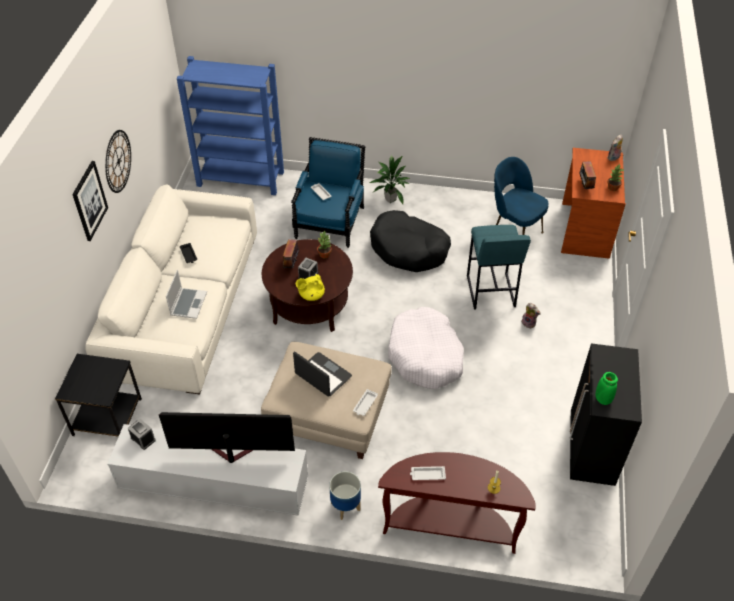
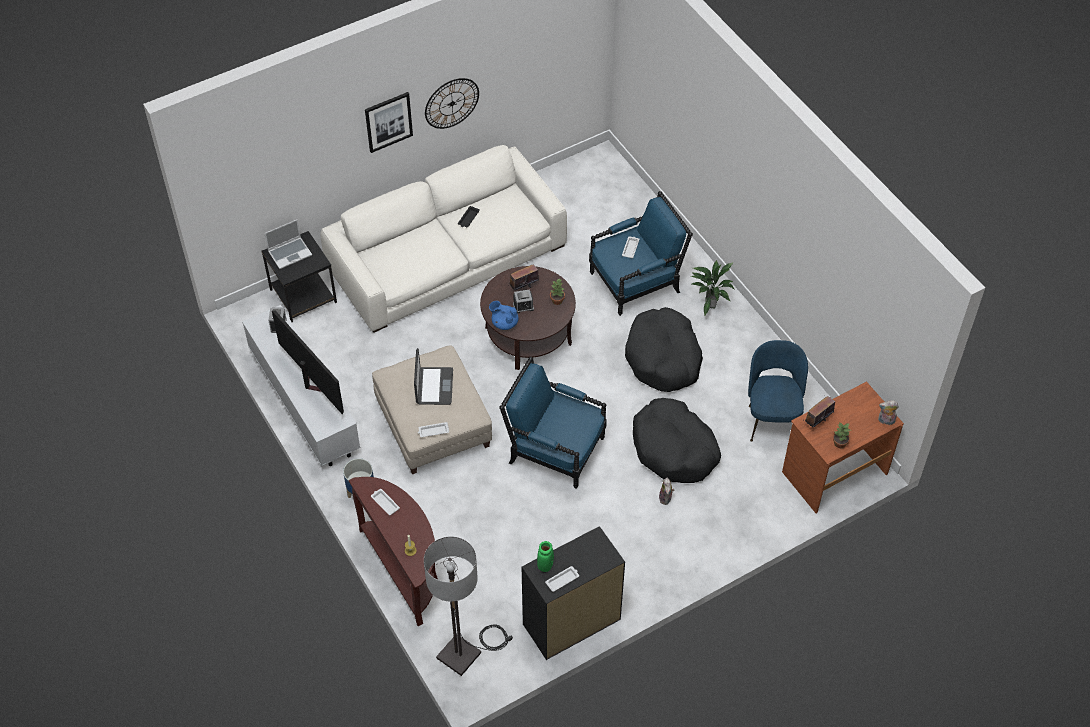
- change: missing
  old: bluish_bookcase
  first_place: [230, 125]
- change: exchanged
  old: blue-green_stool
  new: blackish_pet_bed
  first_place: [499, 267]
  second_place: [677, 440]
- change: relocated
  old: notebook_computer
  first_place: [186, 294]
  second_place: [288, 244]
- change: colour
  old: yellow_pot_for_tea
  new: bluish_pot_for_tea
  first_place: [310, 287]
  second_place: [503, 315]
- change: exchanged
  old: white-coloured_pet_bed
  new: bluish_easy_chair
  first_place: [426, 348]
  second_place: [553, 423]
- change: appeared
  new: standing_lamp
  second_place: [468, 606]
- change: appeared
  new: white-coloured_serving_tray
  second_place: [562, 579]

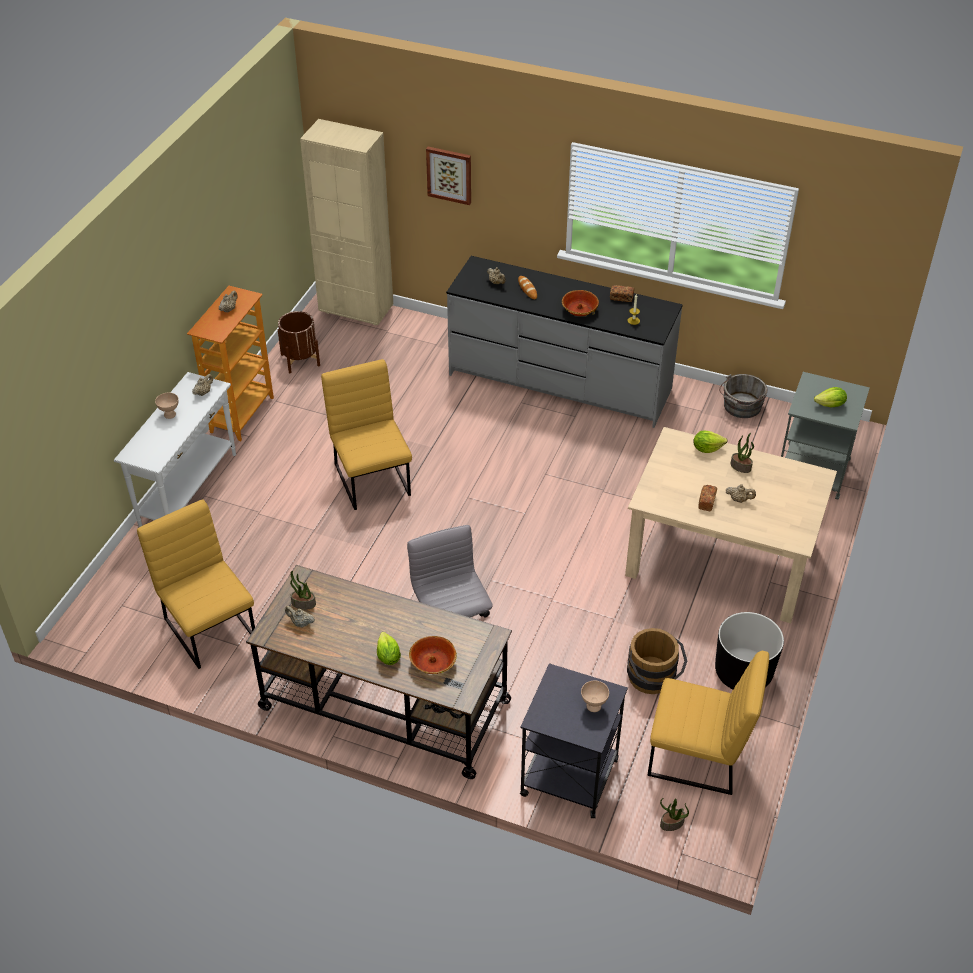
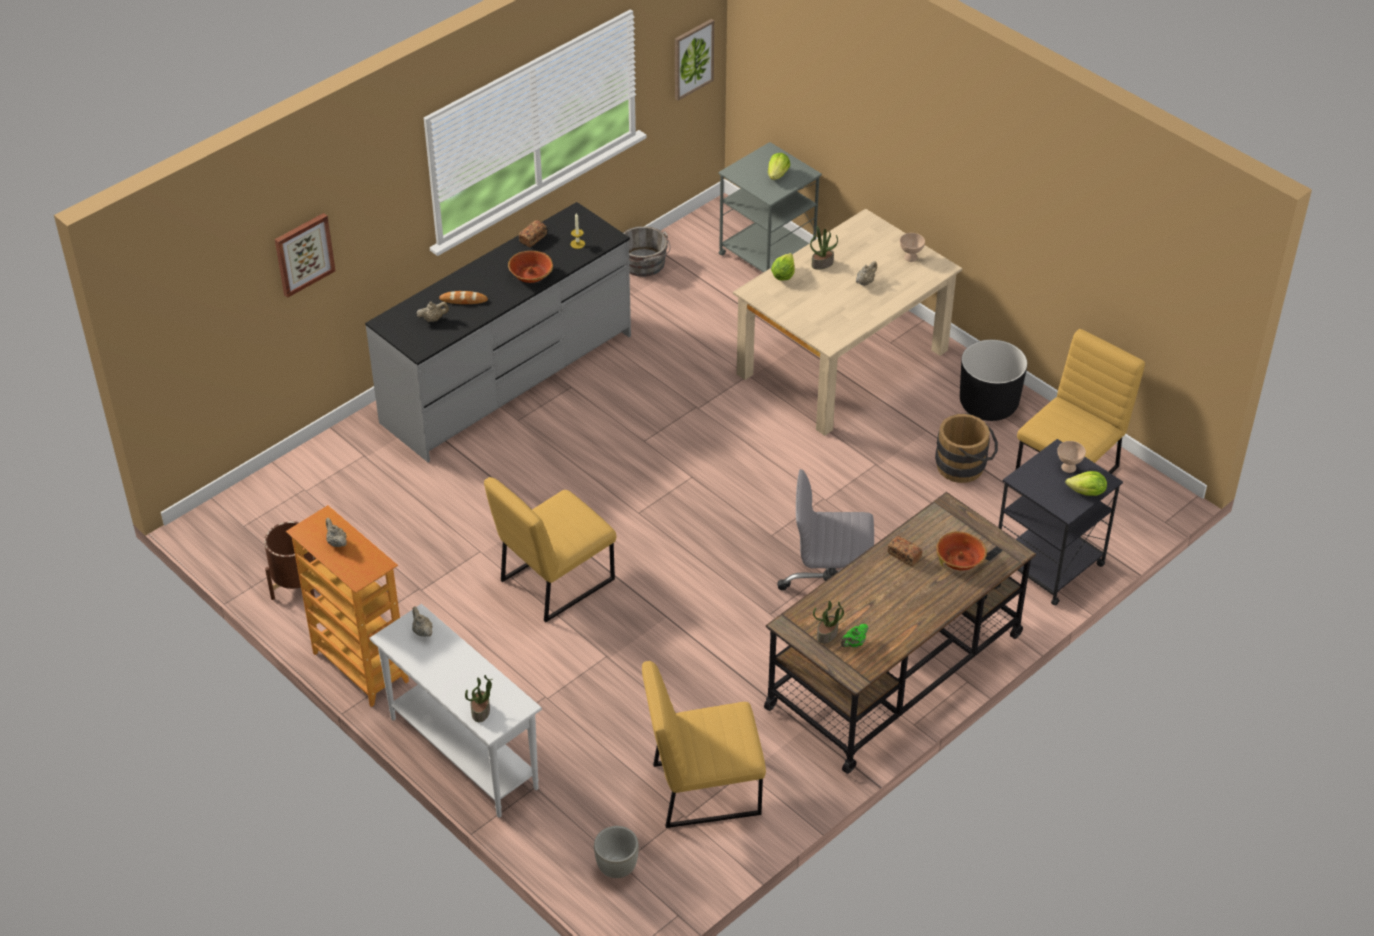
- change: missing
  old: beige_cupboard
  first_place: [346, 222]
- change: spun
  old: yellow_chair
  first_place: [366, 434]
  second_place: [550, 549]
  degrees: -45
- change: relocated
  old: beige_deep_dish
  first_place: [167, 406]
  second_place: [912, 247]
- change: relocated
  old: baked_bread
  first_place: [707, 498]
  second_place: [905, 551]
- change: colour
  old: beige_pot_for_tea
  new: green_pot_for_tea
  first_place: [300, 616]
  second_place: [854, 635]
- change: relocated
  old: head_of_lettuce
  first_place: [389, 648]
  second_place: [1086, 483]
- change: relocated
  old: plant_in_a_pot
  first_place: [674, 814]
  second_place: [478, 698]
- change: appeared
  new: wall_art
  second_place: [694, 59]
- change: appeared
  new: grey_flower_pot
  second_place: [616, 852]

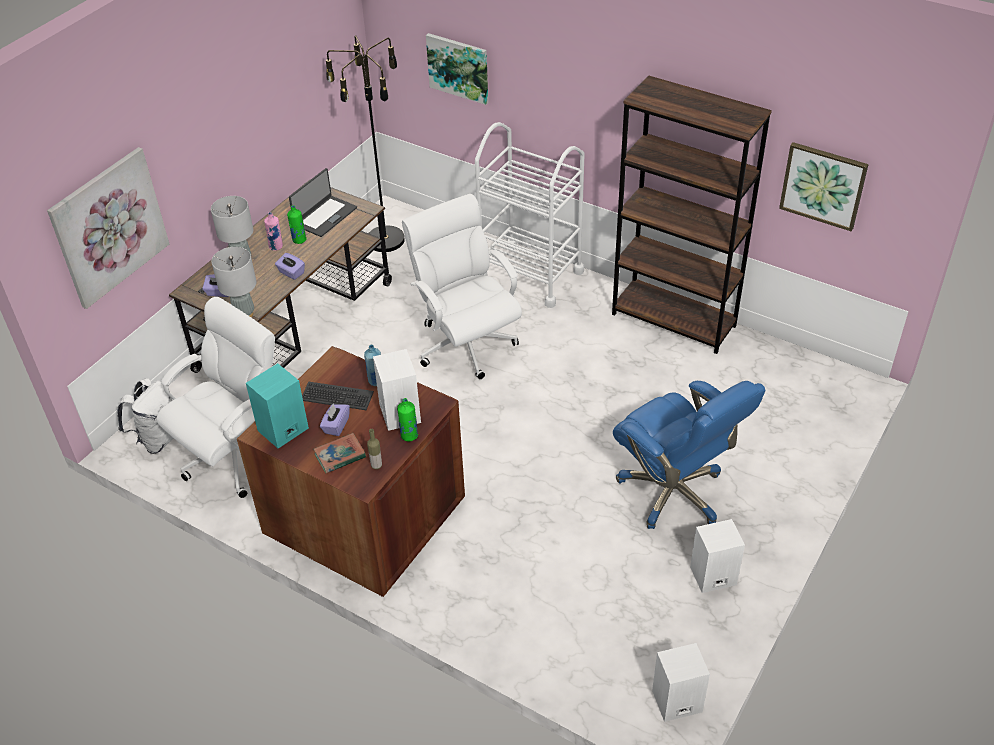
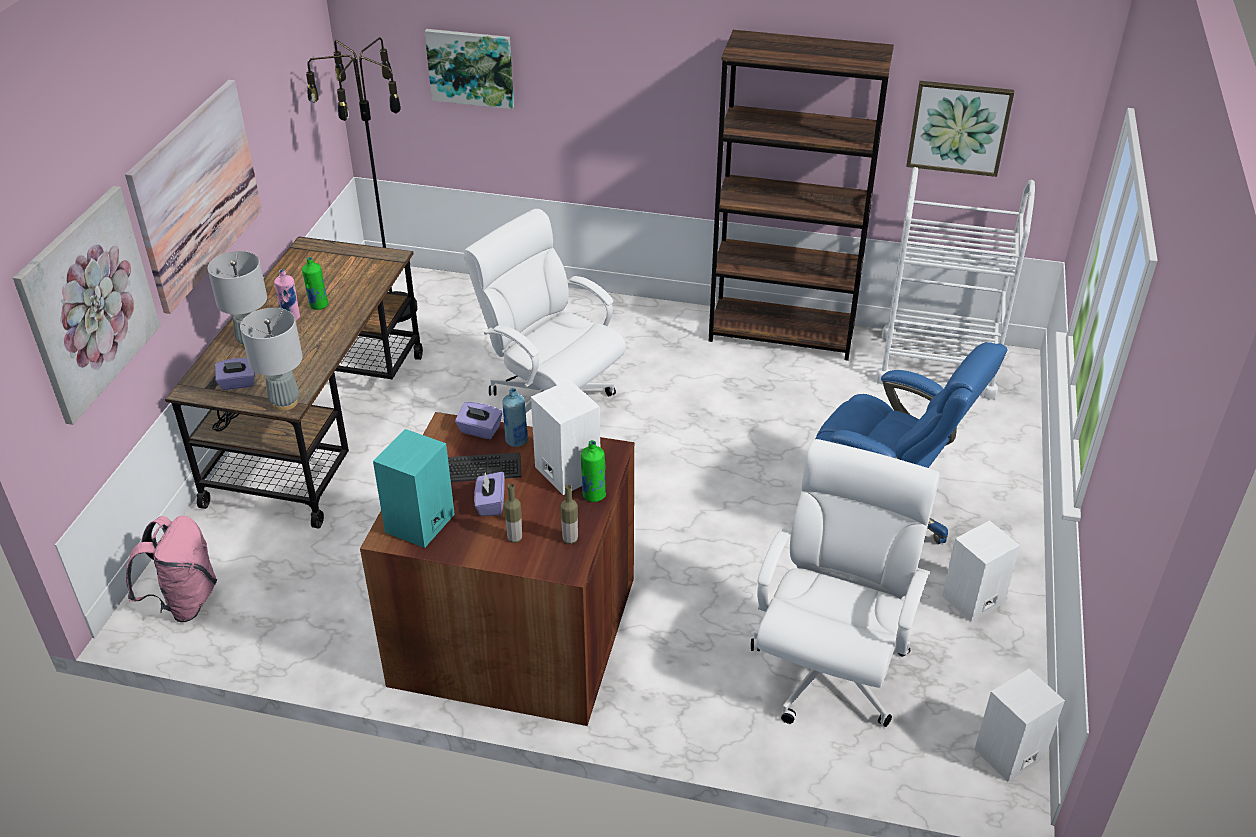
- change: relocated
  old: white-coloured_trolley
  first_place: [530, 215]
  second_place: [955, 283]
- change: missing
  old: notebook_computer
  first_place: [323, 202]
- change: relocated
  old: purplish_tissue_holder
  first_place: [290, 266]
  second_place: [478, 420]
- change: relocated
  old: white-coloured_desk_chair
  first_place: [216, 397]
  second_place: [845, 583]
- change: colour
  old: white-coloured_rucksack
  new: pinkish_rucksack
  first_place: [145, 416]
  second_place: [171, 569]
- change: exchanged
  old: book
  new: bottle
  first_place: [339, 453]
  second_place: [513, 513]
- change: appeared
  new: wall_art
  second_place: [193, 197]

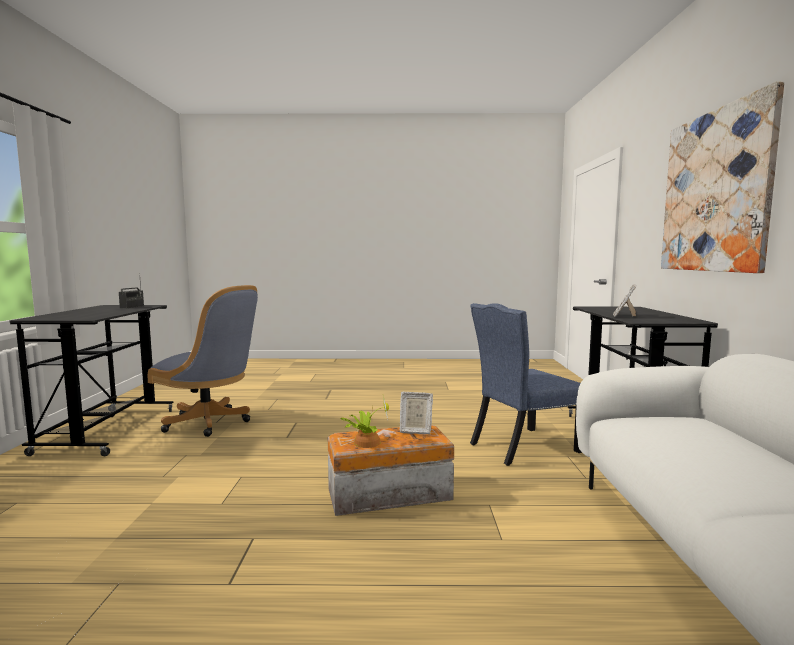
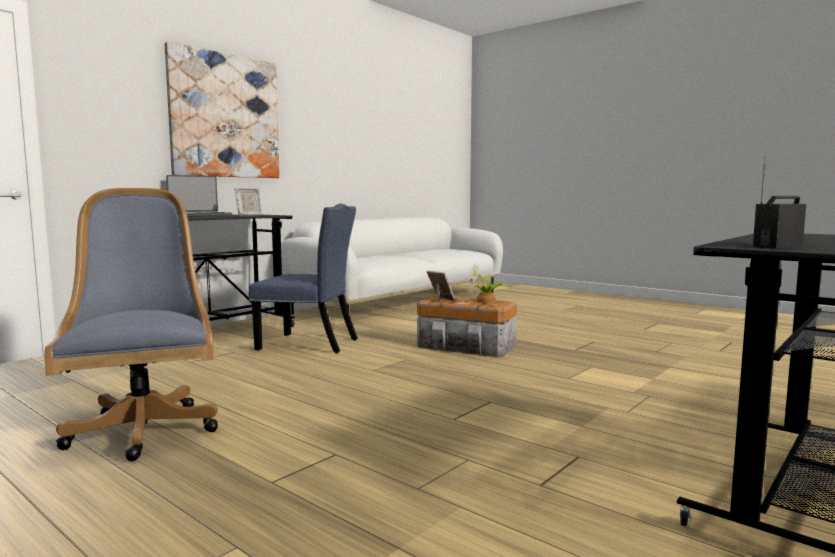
- change: relocated
  old: bluish_desk_chair
  first_place: [202, 361]
  second_place: [131, 324]
- change: appeared
  new: notebook_computer
  second_place: [199, 196]

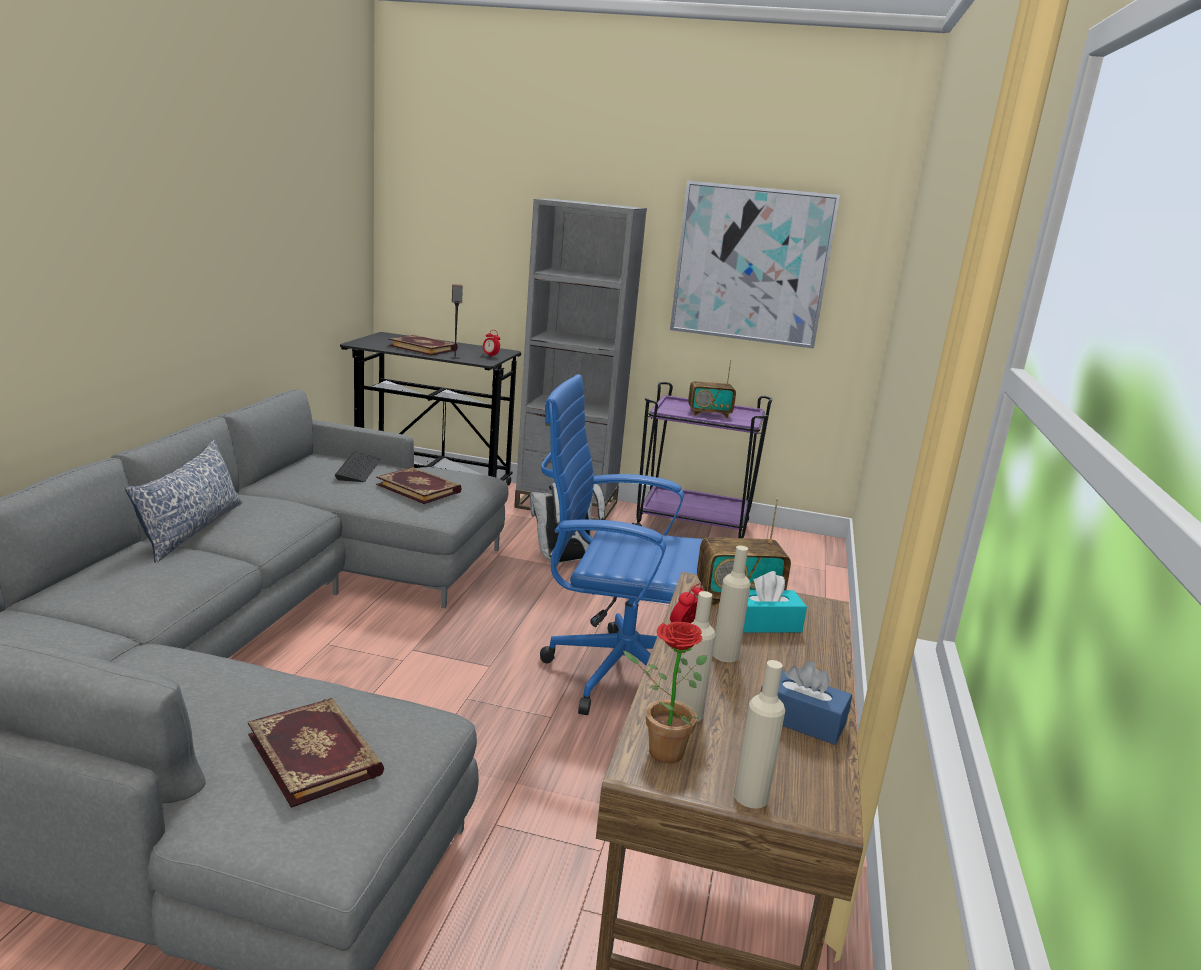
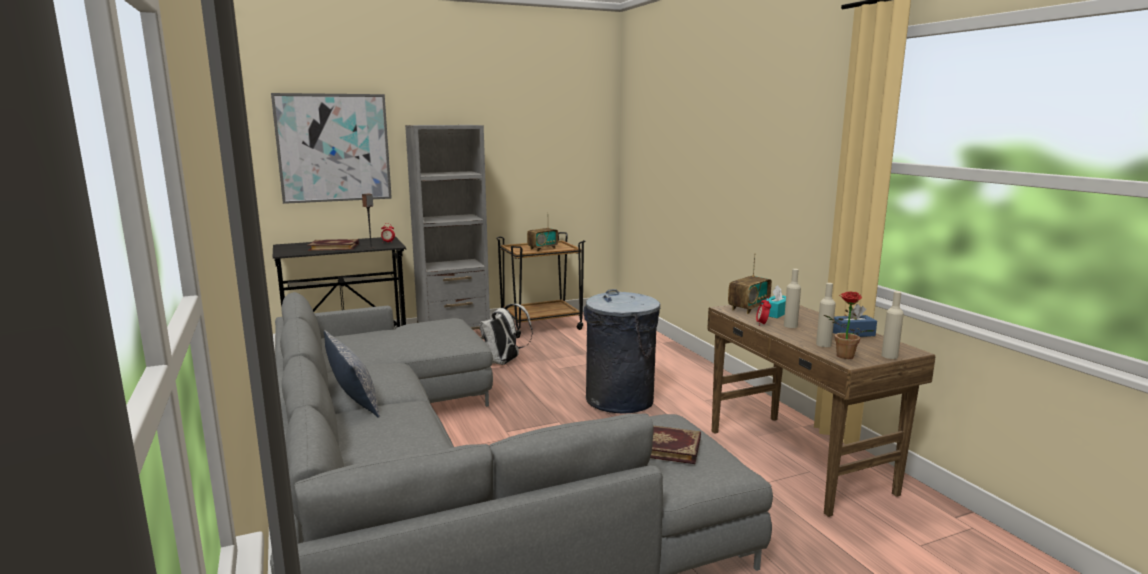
- change: relocated
  old: wall_art
  first_place: [755, 265]
  second_place: [331, 148]
- change: exchanged
  old: bluish_desk_chair
  new: grey_rubbish_bin
  first_place: [621, 544]
  second_place: [622, 351]
- change: colour
  old: purplish_trolley
  new: brown_trolley
  first_place: [702, 460]
  second_place: [541, 285]
- change: missing
  old: PC_keyboard
  first_place: [357, 467]
- change: missing
  old: book
  first_place: [419, 485]

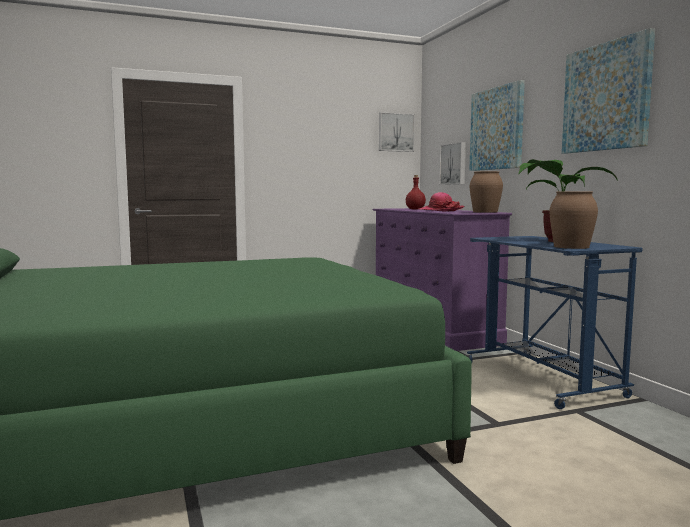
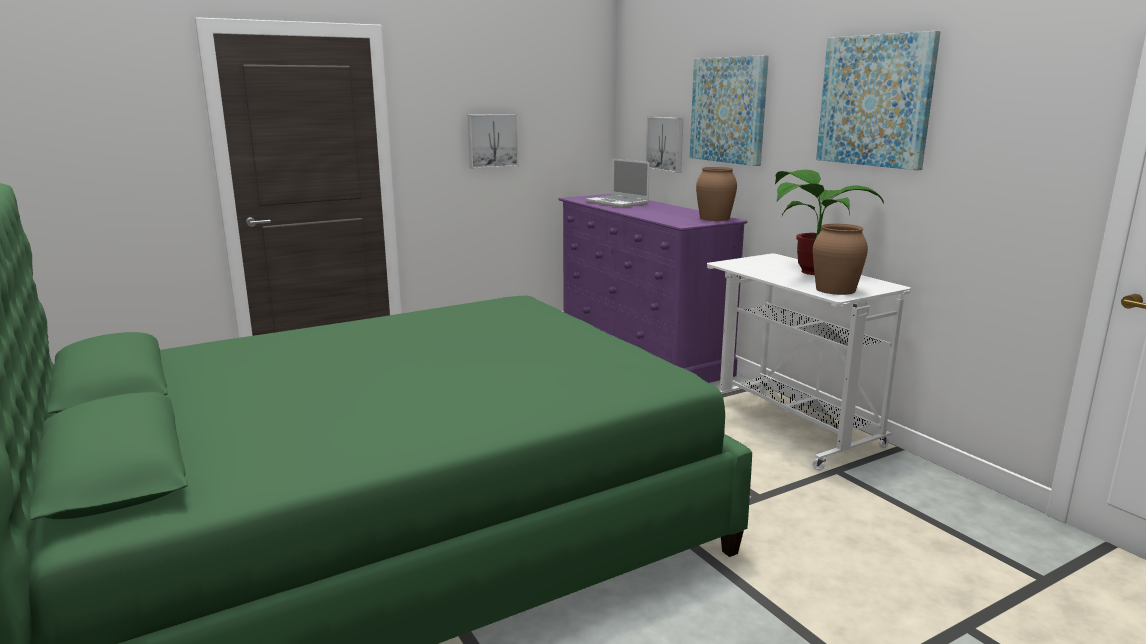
- change: relocated
  old: wall_art
  first_place: [397, 132]
  second_place: [493, 141]
- change: exchanged
  old: red-coloured_bottle
  new: notebook_computer
  first_place: [416, 192]
  second_place: [618, 183]
- change: missing
  old: hat
  first_place: [441, 202]
- change: colour
  old: bluish_desk
  new: white-coloured_desk
  first_place: [555, 322]
  second_place: [809, 362]

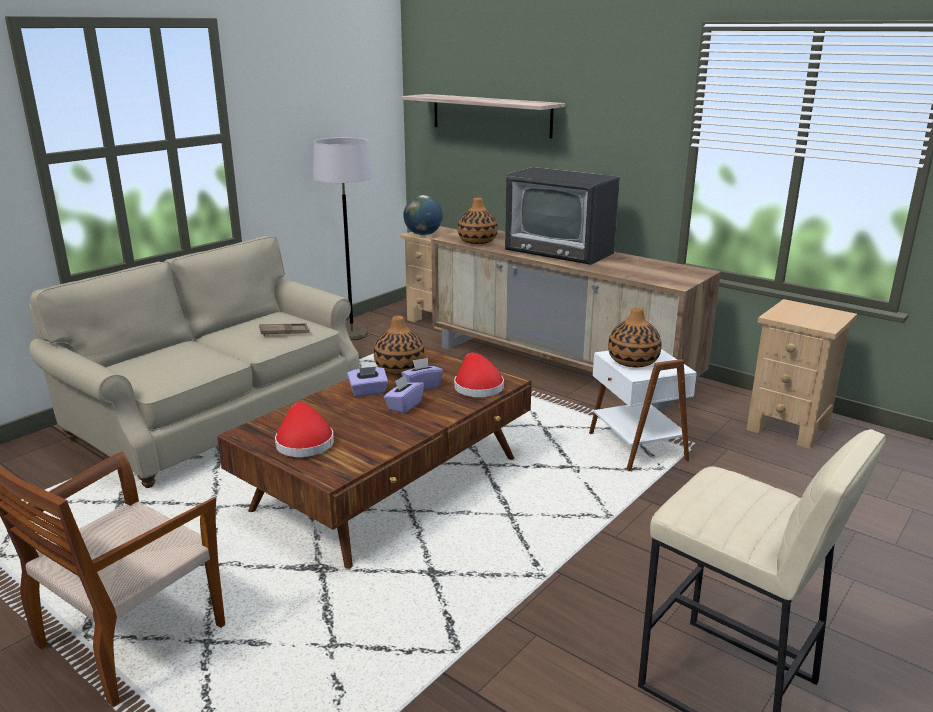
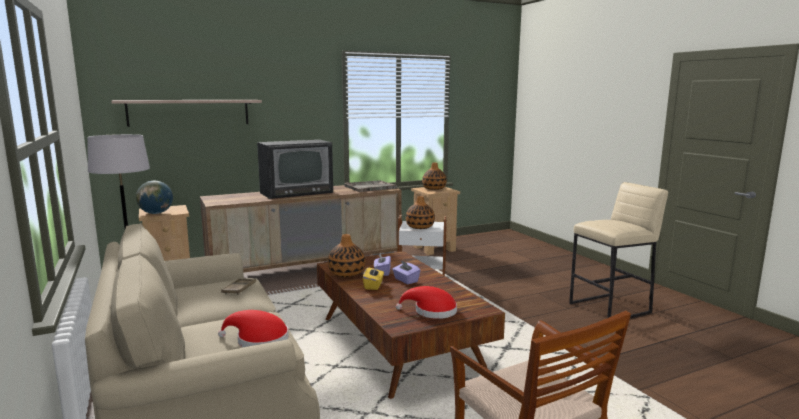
- change: relocated
  old: decorative_vase
  first_place: [478, 221]
  second_place: [434, 176]
- change: relocated
  old: red-coloured_hat
  first_place: [479, 374]
  second_place: [253, 328]
- change: colour
  old: purplish_tissue_holder
  new: yellow_tissue_holder
  first_place: [367, 382]
  second_place: [373, 278]
- change: appeared
  new: grey_serving_tray
  second_place: [370, 186]

